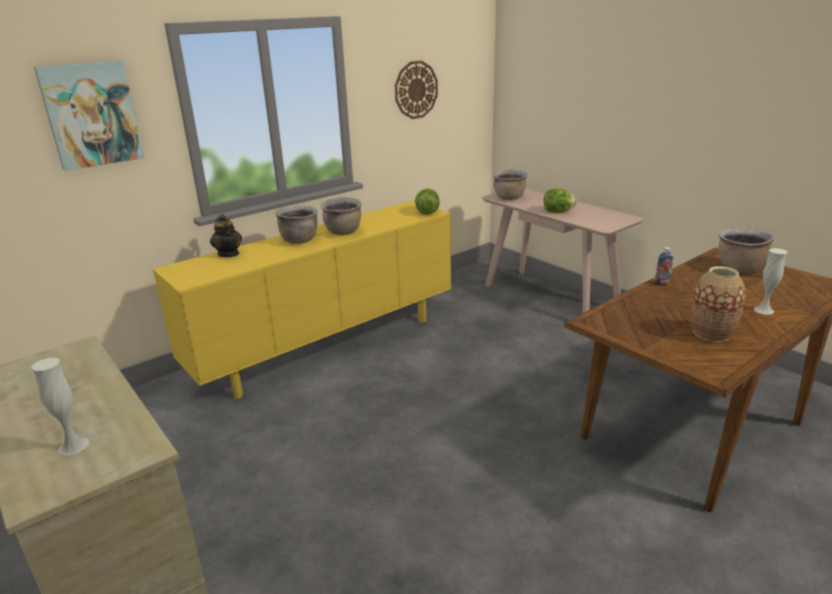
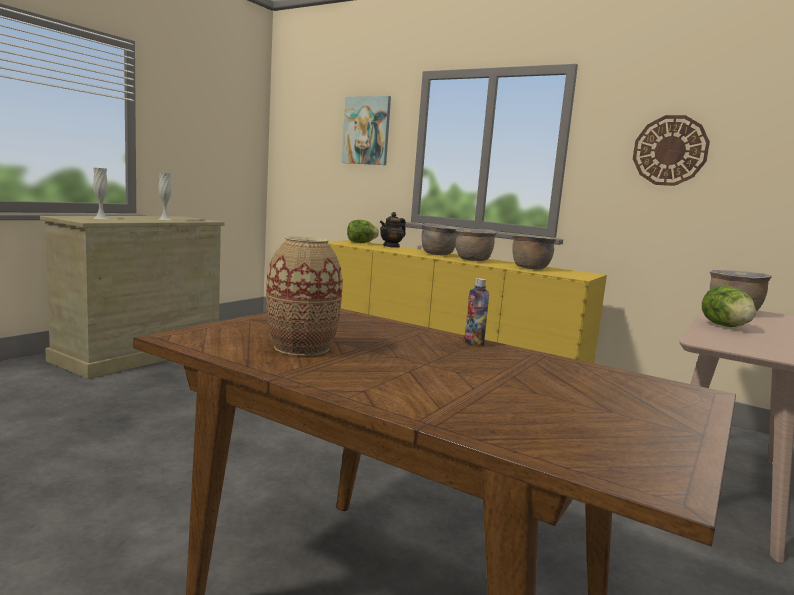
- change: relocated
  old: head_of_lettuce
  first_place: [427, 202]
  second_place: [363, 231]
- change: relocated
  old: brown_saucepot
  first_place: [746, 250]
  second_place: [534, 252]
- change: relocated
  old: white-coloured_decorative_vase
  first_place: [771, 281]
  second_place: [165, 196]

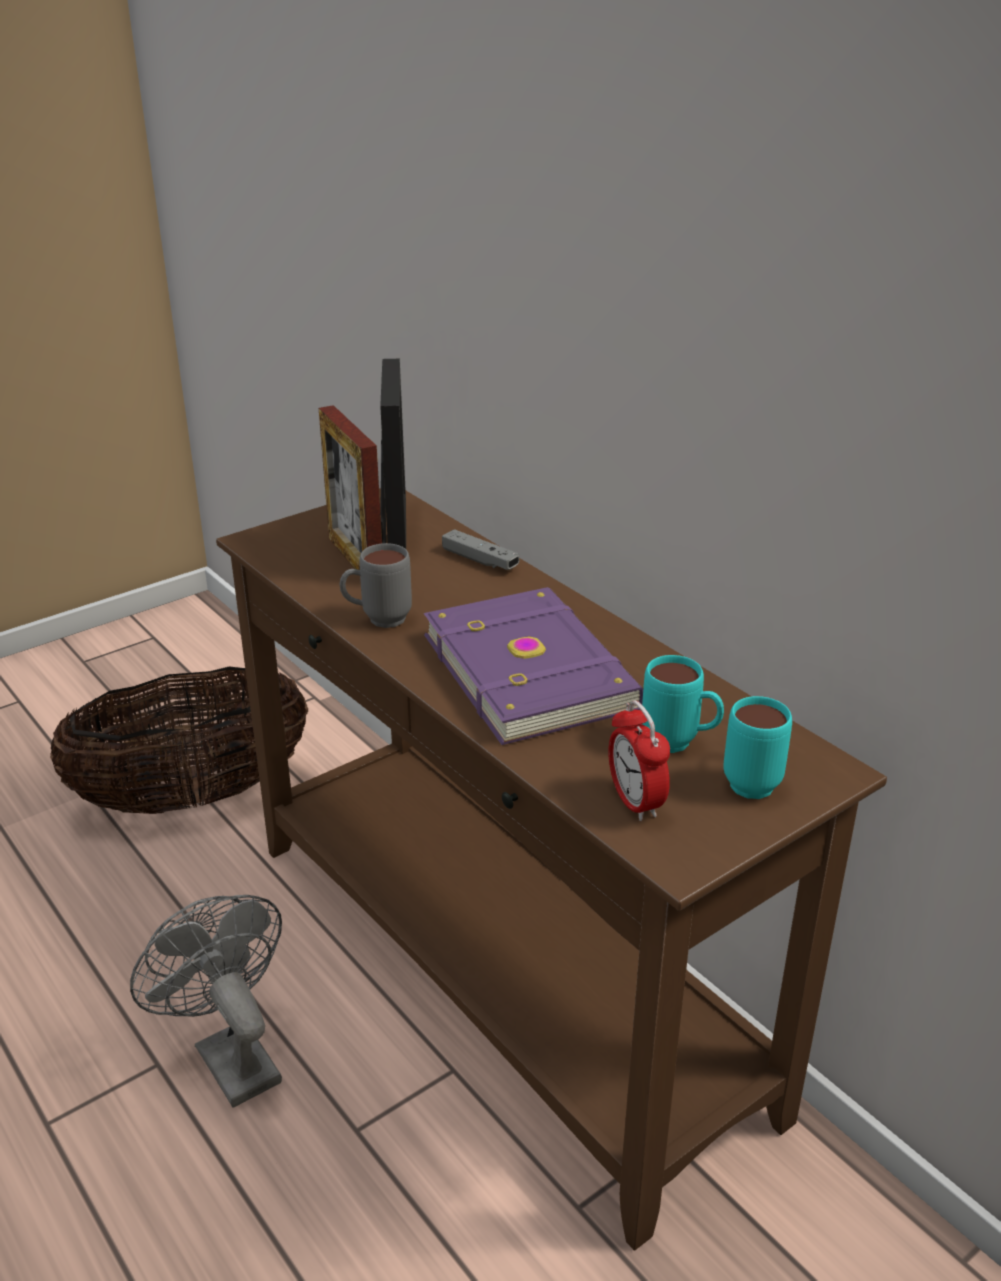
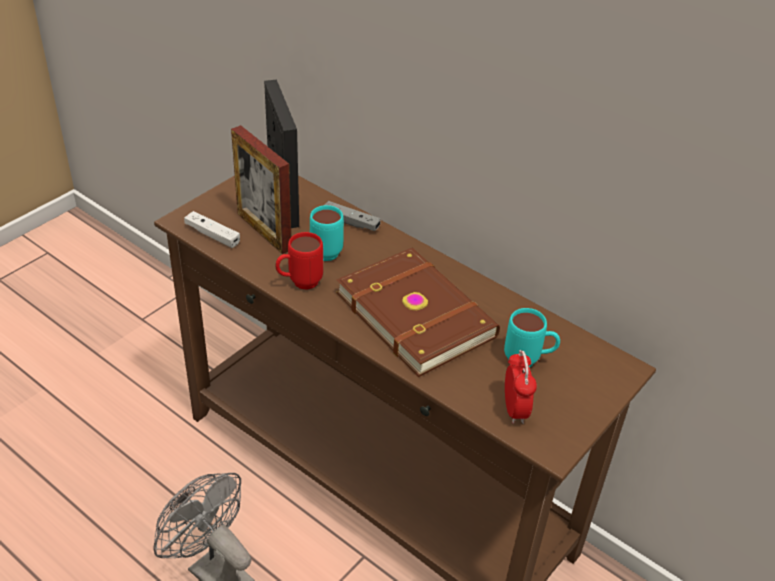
- change: colour
  old: grey_coffee_mug
  new: red-coloured_coffee_mug
  first_place: [376, 585]
  second_place: [299, 261]
- change: colour
  old: purplish_book
  new: brown_book
  first_place: [533, 666]
  second_place: [418, 312]
- change: missing
  old: household_basket
  first_place: [179, 740]
- change: relocated
  old: blue-green_coffee_mug
  first_place: [758, 747]
  second_place: [327, 233]
- change: spun
  old: alarm_clock
  first_place: [639, 760]
  second_place: [521, 387]
  degrees: -150
- change: appeared
  new: white-coloured_joypad
  second_place: [212, 229]

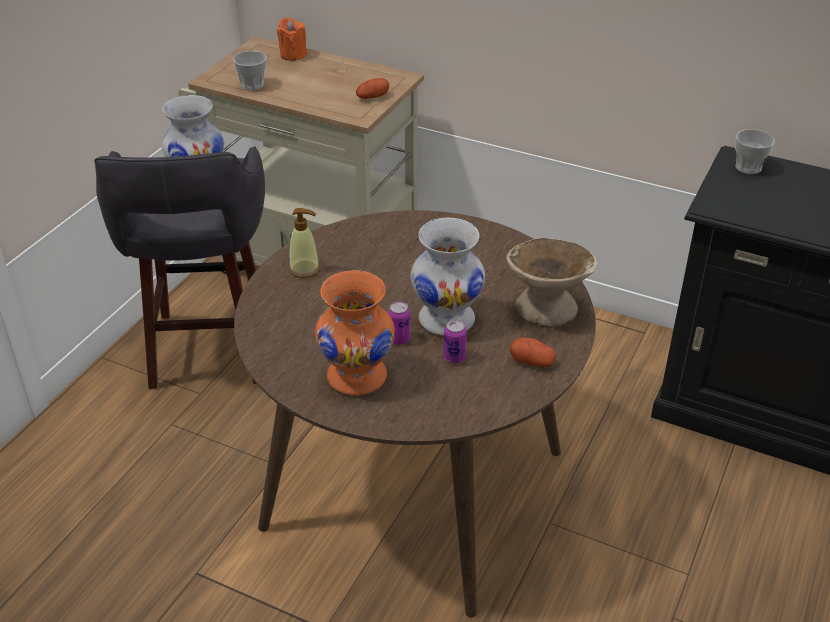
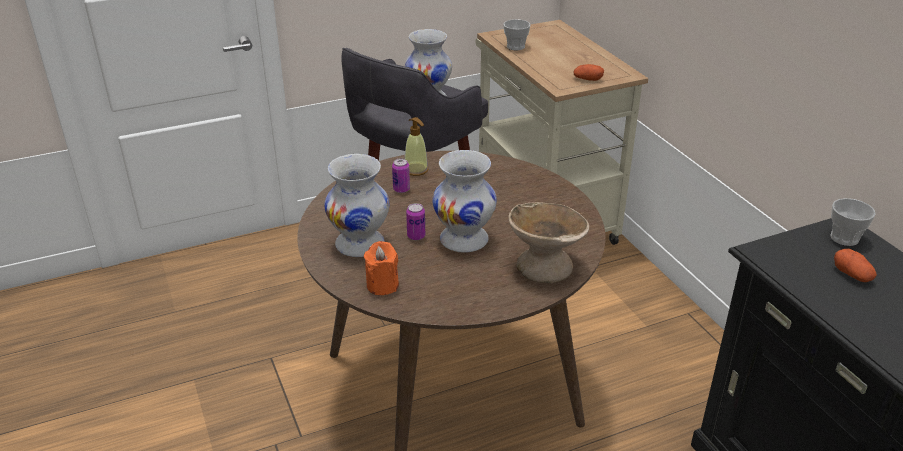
- change: relocated
  old: orange-coloured_wax_candle
  first_place: [292, 39]
  second_place: [381, 268]
- change: colour
  old: orange-coloured_decorative_vase
  new: white-coloured_decorative_vase
  first_place: [355, 332]
  second_place: [356, 205]
- change: relocated
  old: metal_can
  first_place: [455, 342]
  second_place: [401, 175]
- change: relocated
  old: spud
  first_place: [533, 352]
  second_place: [855, 265]

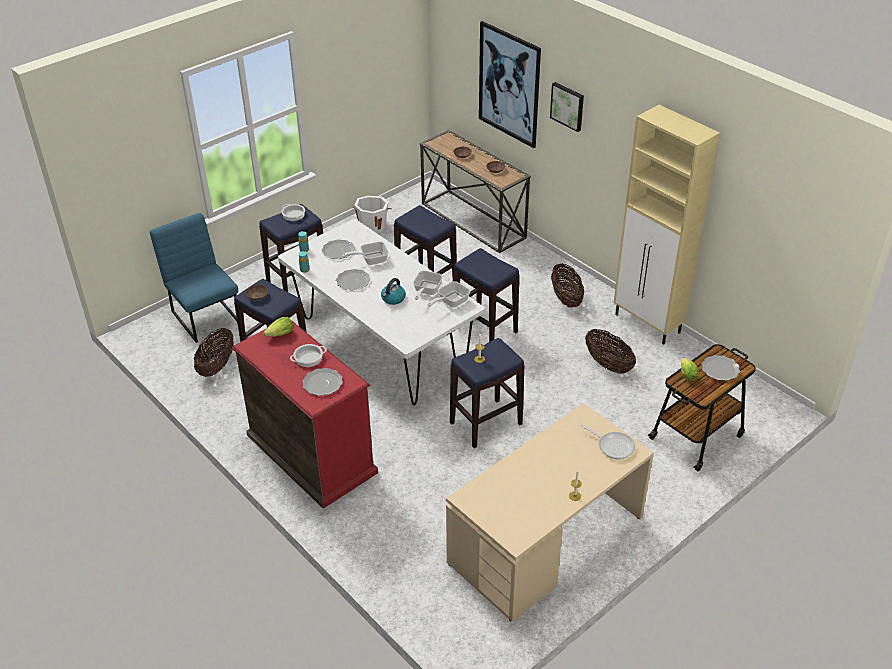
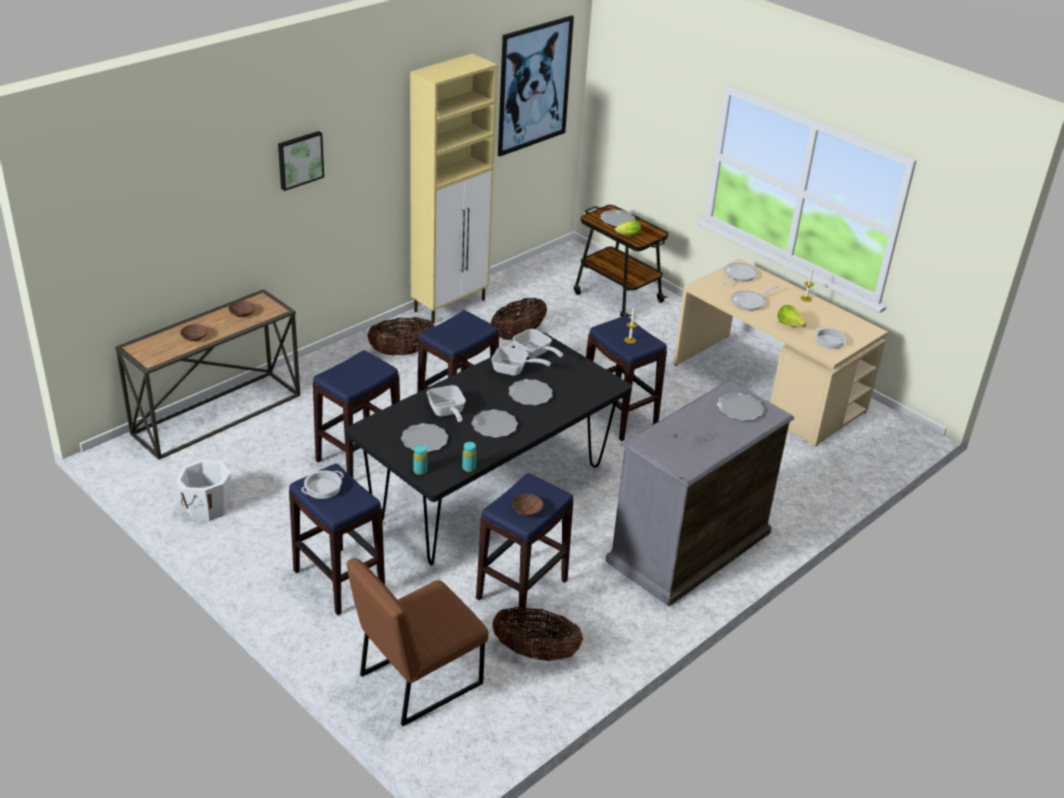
- change: relocated
  old: wall_art
  first_place: [510, 84]
  second_place: [536, 85]
- change: colour
  old: bluish_chair
  new: brown_chair
  first_place: [194, 278]
  second_place: [418, 642]
- change: colour
  old: white-coloured_dinner_table
  new: blackish_dinner_table
  first_place: [381, 312]
  second_place: [488, 448]
- change: exchanged
  old: tea_kettle
  new: flat_dish
  first_place: [393, 291]
  second_place: [531, 392]
- change: relocated
  old: head_of_lettuce
  first_place: [278, 327]
  second_place: [791, 316]
- change: colour
  old: red-coloured_chest_of_drawers
  new: grey_chest_of_drawers
  first_place: [305, 414]
  second_place: [700, 493]
- change: relocated
  old: saucepot
  first_place: [308, 355]
  second_place: [831, 337]
- change: appeared
  new: pan
  second_place: [755, 298]

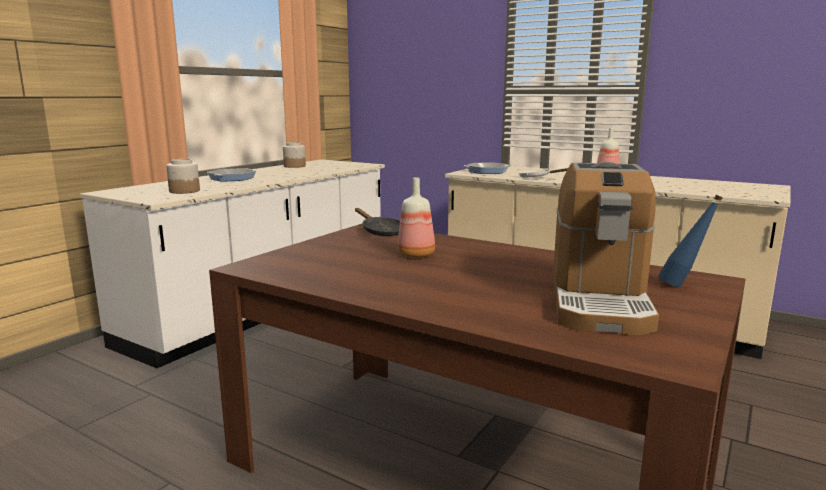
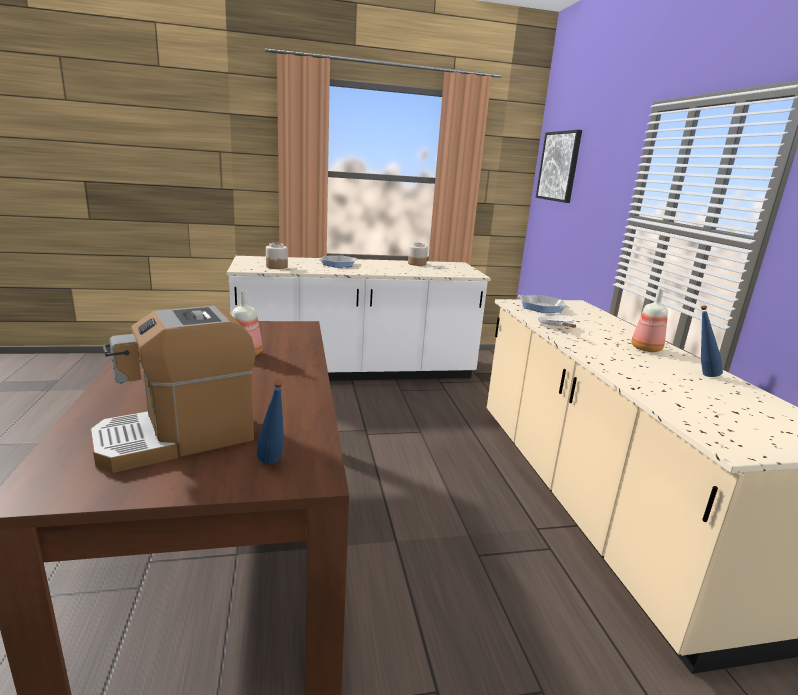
- change: missing
  old: blackish_pan
  first_place: [377, 222]
- change: appeared
  new: wall_art
  second_place: [559, 166]
- change: appeared
  new: bluish_bottle
  second_place: [712, 341]

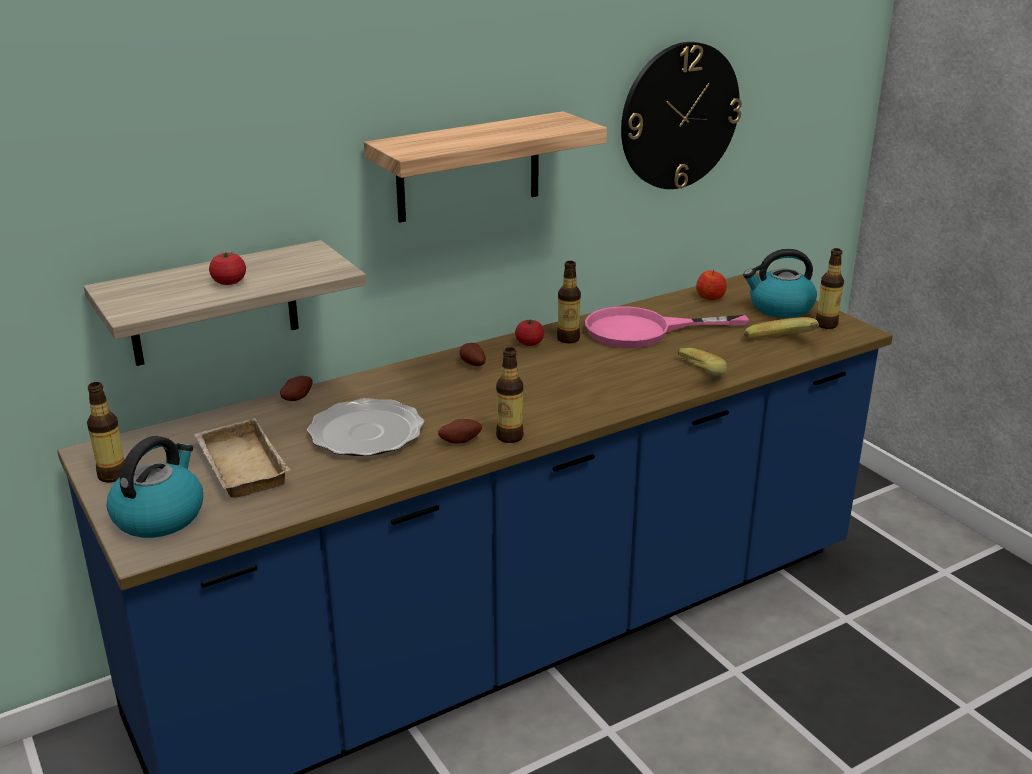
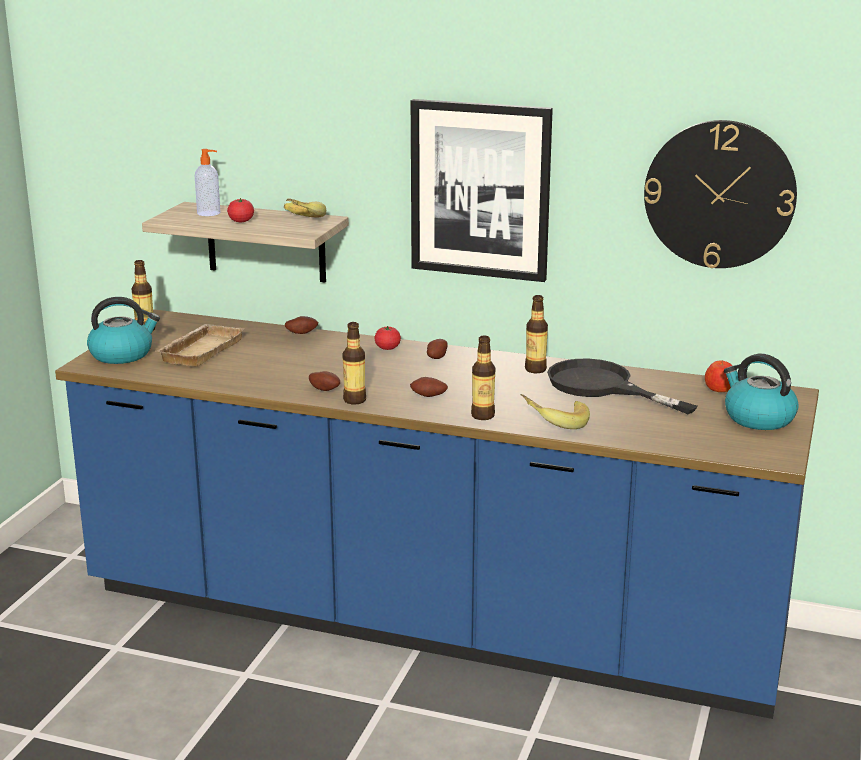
- change: exchanged
  old: bracket_shelf
  new: wall_art
  first_place: [485, 167]
  second_place: [482, 190]
- change: relocated
  old: bottle
  first_place: [830, 288]
  second_place: [483, 377]
- change: colour
  old: pinkish_pan
  new: blackish_pan
  first_place: [667, 327]
  second_place: [622, 386]
- change: relocated
  old: banana_fruit
  first_place: [781, 327]
  second_place: [305, 208]
- change: relocated
  old: whole_tomato
  first_place: [529, 333]
  second_place: [387, 338]
- change: missing
  old: flat_dish
  first_place: [365, 427]
- change: appeared
  new: soap_dispenser
  second_place: [208, 182]
- change: appeared
  new: spud
  second_place: [429, 387]

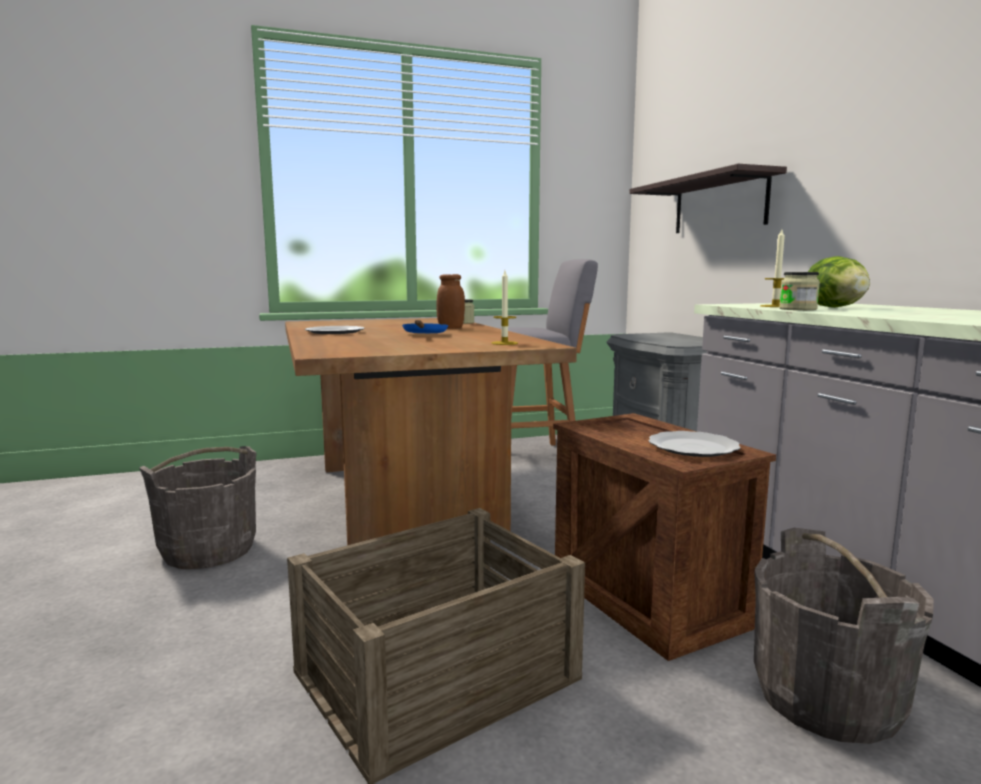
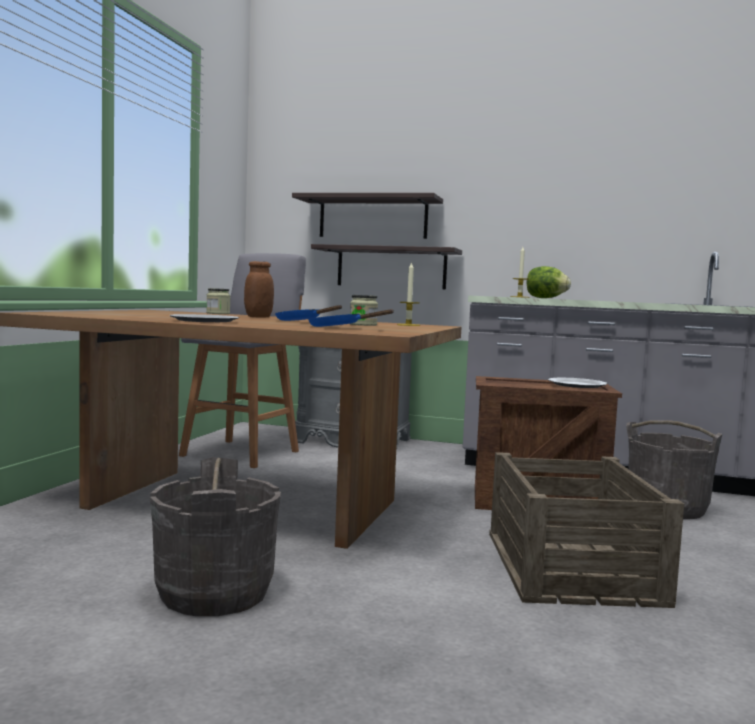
- change: relocated
  old: jar
  first_place: [799, 291]
  second_place: [364, 310]
- change: appeared
  new: bracket_shelf
  second_place: [386, 266]
- change: appeared
  new: bluish_pan
  second_place: [351, 318]

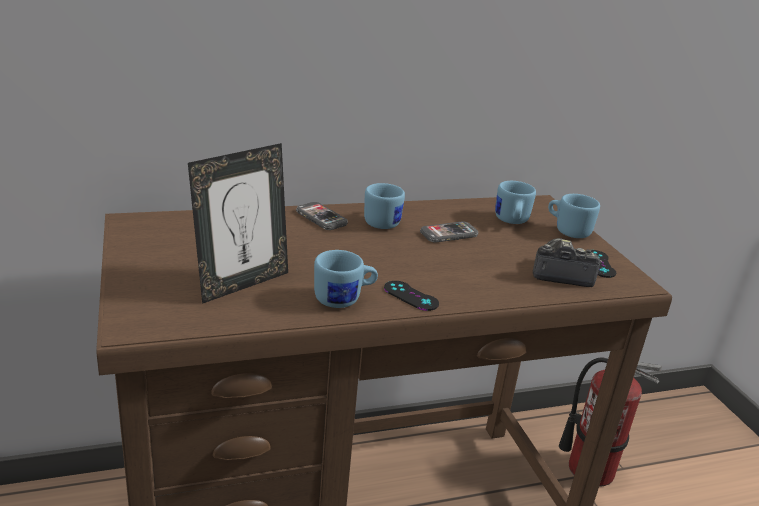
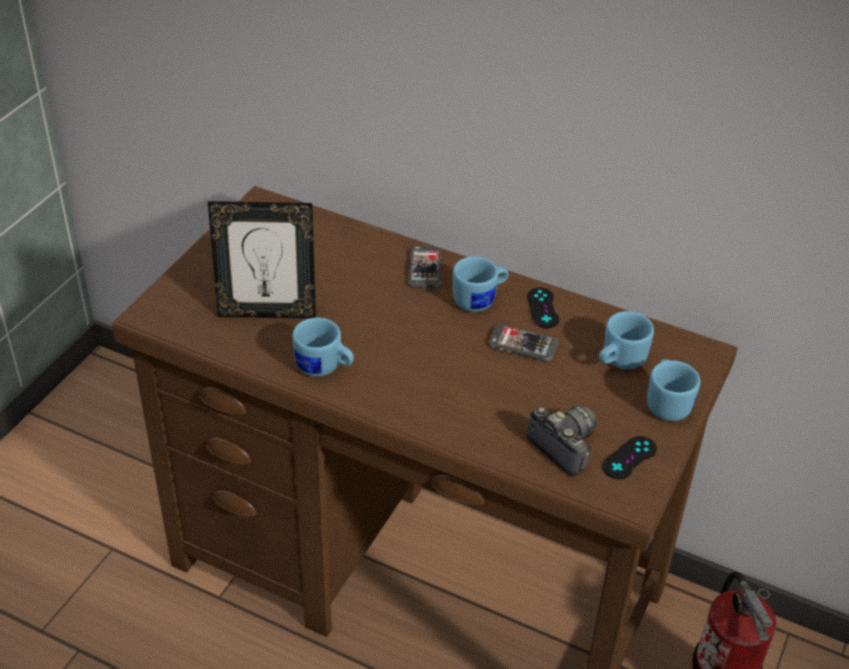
- change: relocated
  old: blackish_joypad
  first_place: [411, 296]
  second_place: [543, 308]

